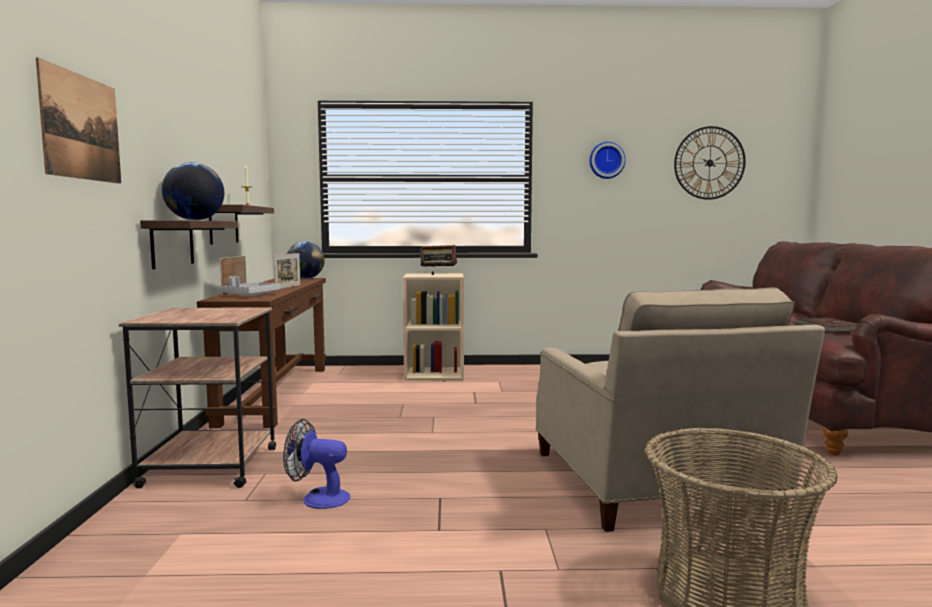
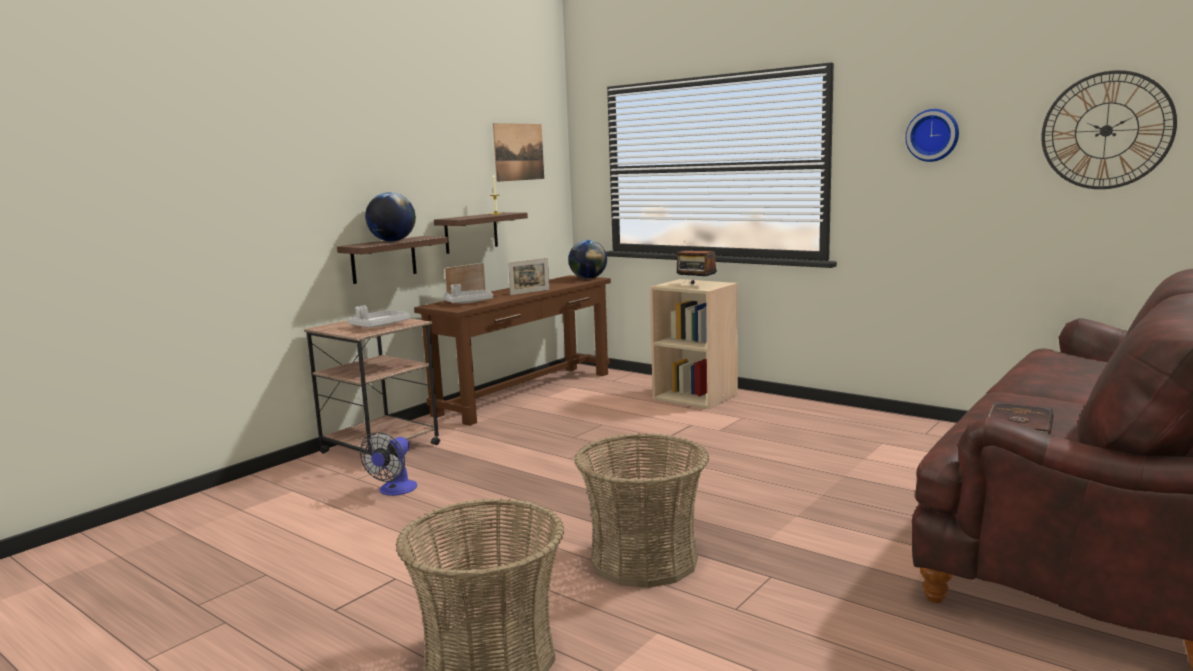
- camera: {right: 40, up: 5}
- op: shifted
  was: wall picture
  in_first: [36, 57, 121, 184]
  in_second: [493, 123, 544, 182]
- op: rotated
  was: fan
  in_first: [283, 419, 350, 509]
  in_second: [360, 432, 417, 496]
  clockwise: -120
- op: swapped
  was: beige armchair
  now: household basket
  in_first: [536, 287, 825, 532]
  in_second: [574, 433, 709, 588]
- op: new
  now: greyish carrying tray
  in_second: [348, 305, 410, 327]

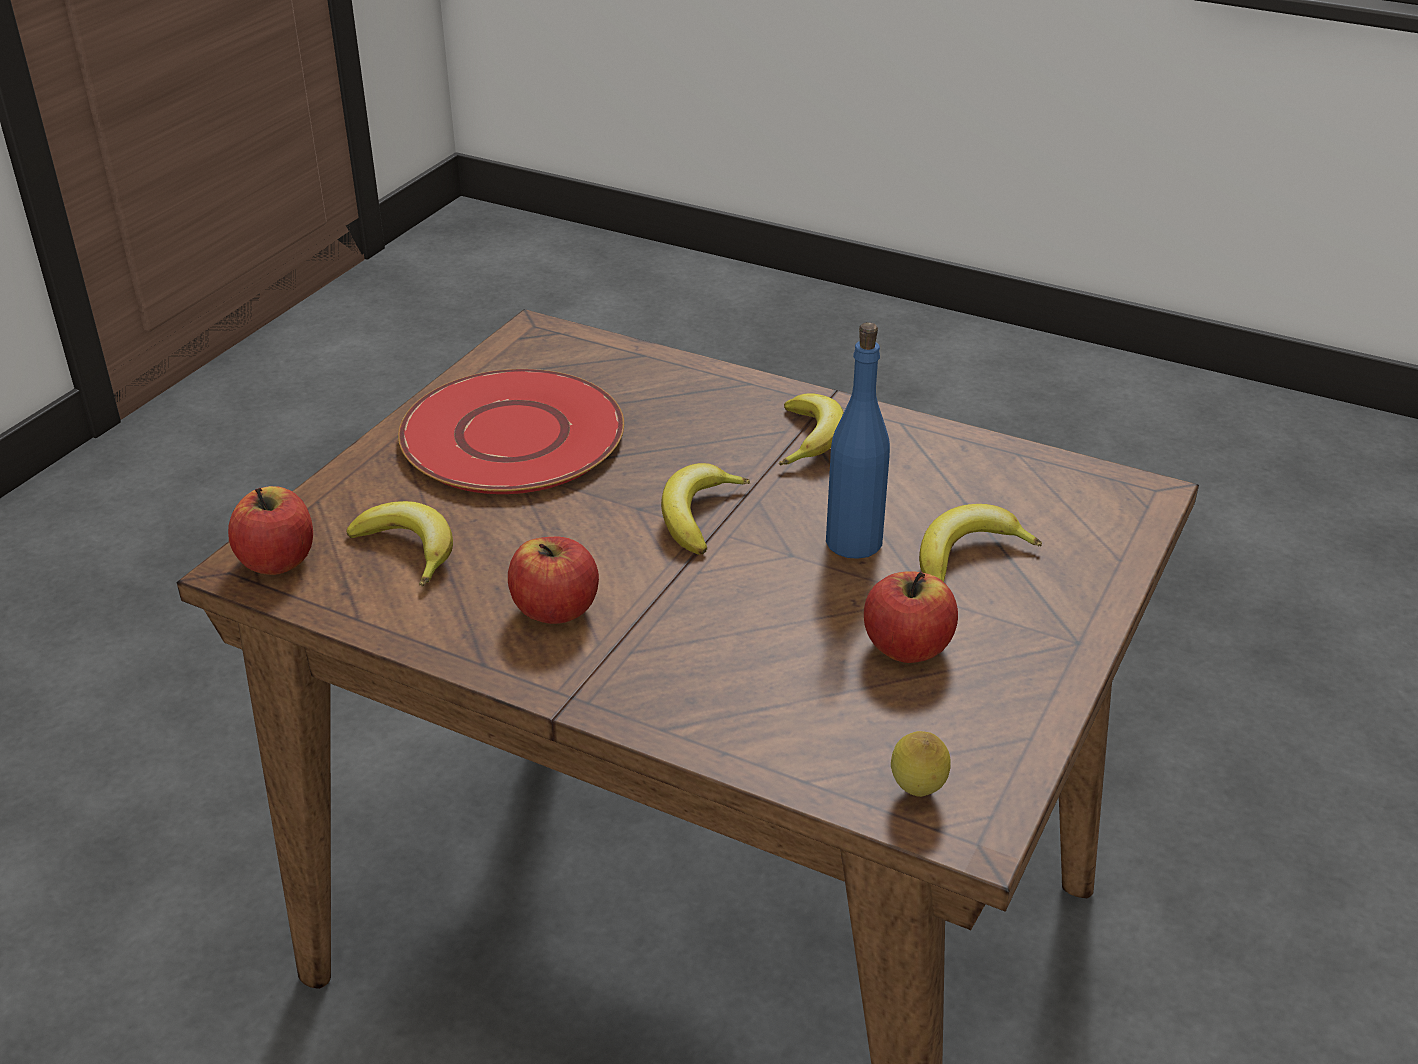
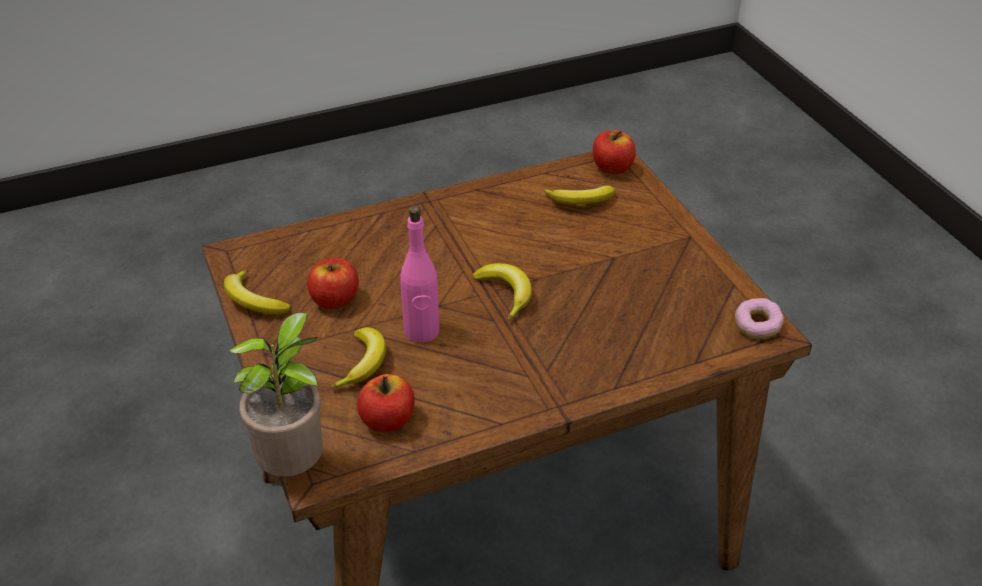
- camera: {right: 130, up: 5}
- op: gone
  was: red dinner plate
  in_first: [398, 369, 624, 494]
- op: shifted
  was: apple
  in_first: [508, 536, 599, 624]
  in_second: [357, 374, 415, 432]
- op: shifted
  was: banana fruit
  in_first: [779, 393, 844, 466]
  in_second: [224, 270, 291, 315]
- op: repainted
  was: blue-coloured bottle
  now: pink-coloured bottle
  in_first: [826, 322, 890, 559]
  in_second: [400, 205, 440, 343]
- op: gone
  was: lemon
  in_first: [891, 731, 951, 797]
- op: new
  now: potted plant
  in_second: [229, 312, 323, 477]
- op: new
  now: doughnut
  in_second: [735, 298, 784, 339]

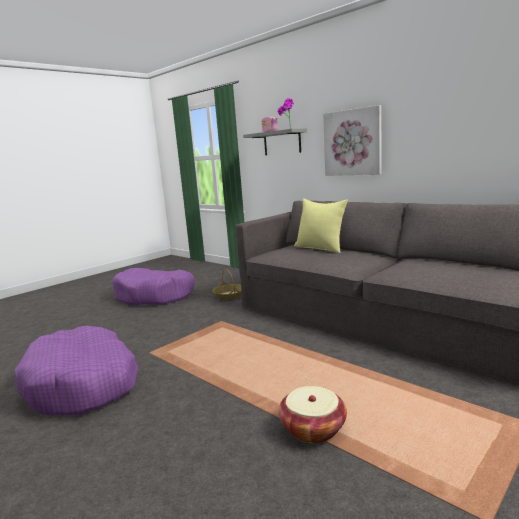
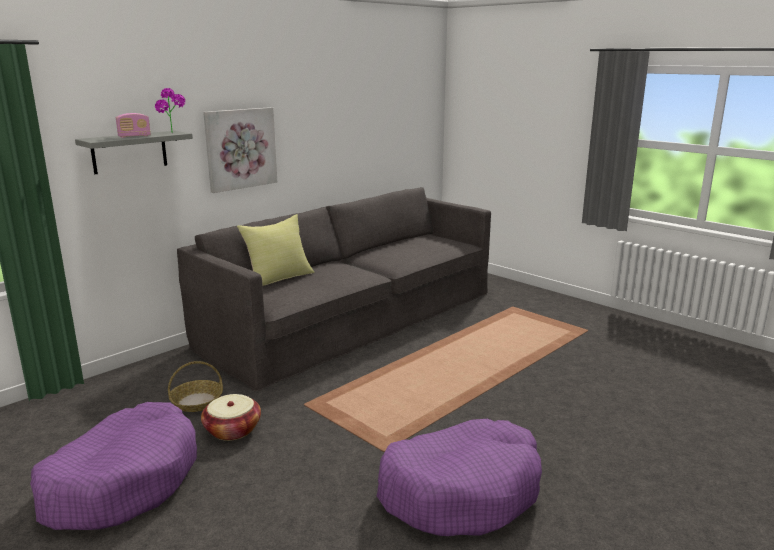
- camera: {right: -90, up: 5}
- op: shifted
  was: household basket
  in_first: [279, 386, 347, 443]
  in_second: [201, 394, 261, 441]

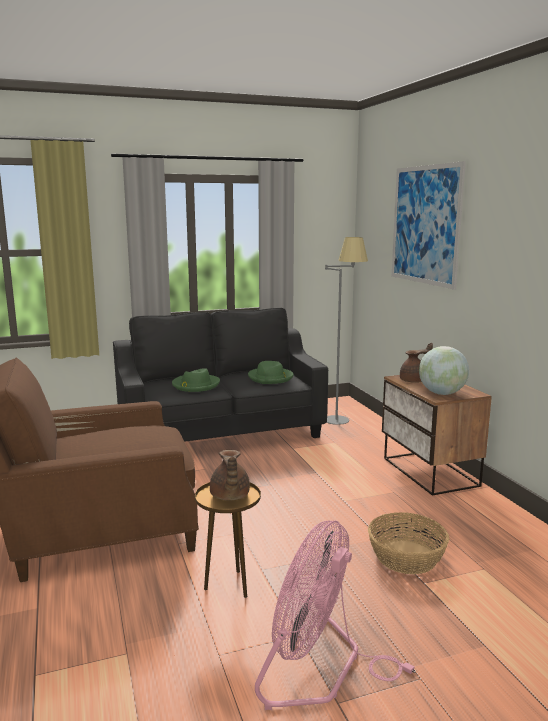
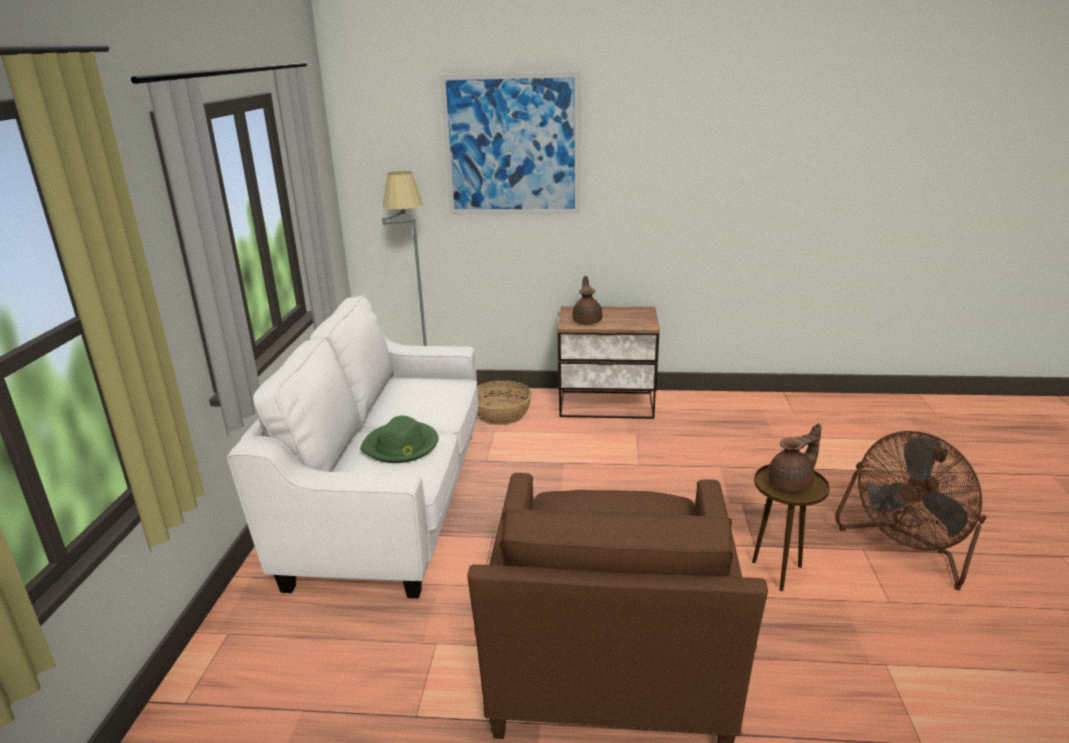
- camera: {right: -65, up: 10}
- op: repainted
  was: black couch
  now: white couch
  in_first: [113, 308, 328, 442]
  in_second: [227, 295, 479, 598]
- op: rotated
  was: brown teapot
  in_first: [210, 450, 250, 501]
  in_second: [768, 423, 822, 492]
  clockwise: -45
- op: gone
  was: green-coloured wearable hat
  in_first: [248, 361, 294, 384]
- op: repainted
  was: pink-coloured fan
  now: brown fan
  in_first: [255, 520, 416, 710]
  in_second: [835, 431, 986, 591]
- op: shifted
  was: household basket
  in_first: [368, 512, 449, 574]
  in_second: [477, 380, 532, 425]
- op: gone
  was: globe
  in_first: [419, 346, 469, 395]

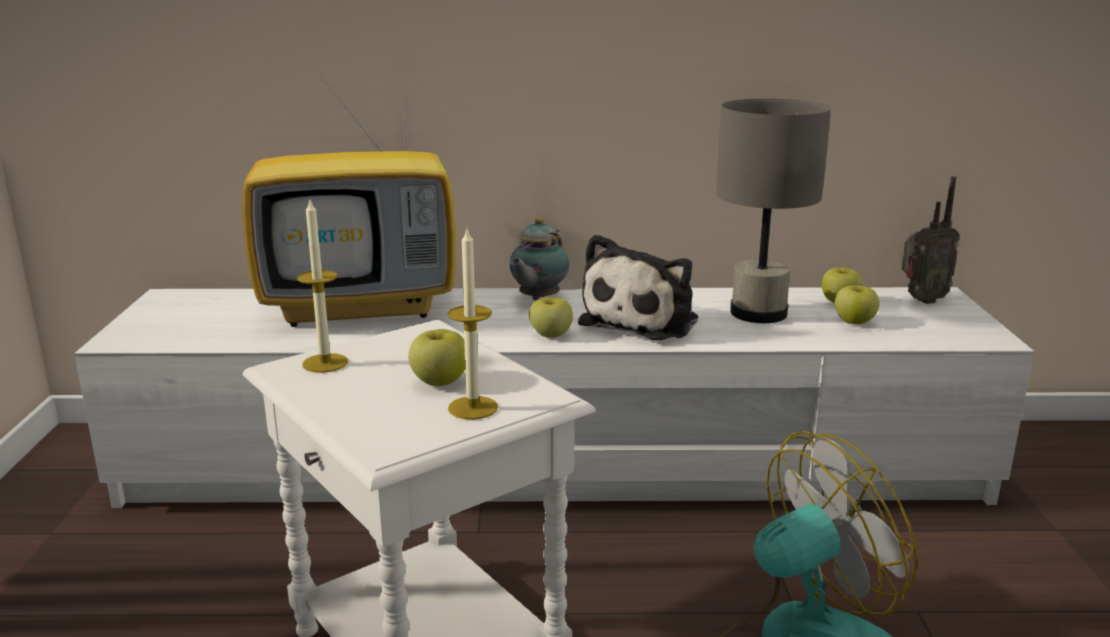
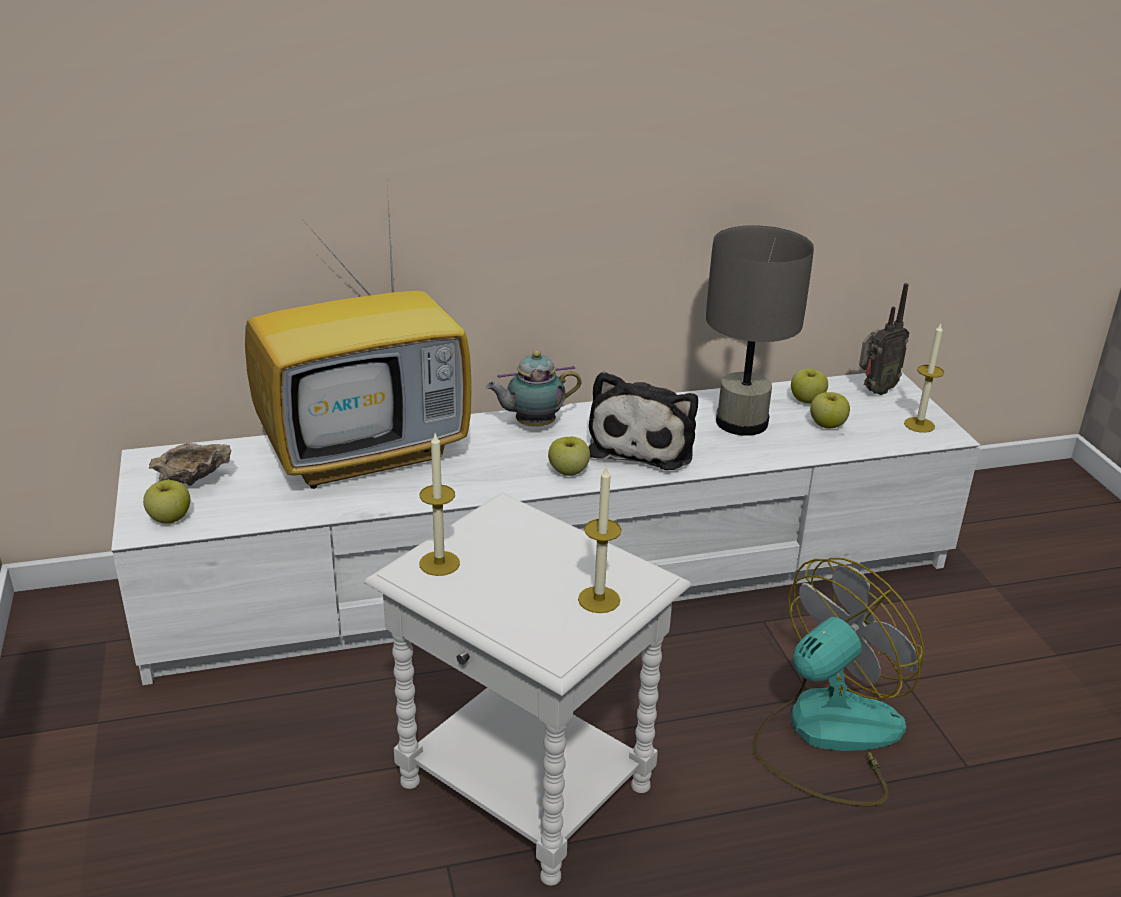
- camera: {right: -15, up: 10}
- op: shifted
  was: apple
  in_first: [408, 329, 465, 386]
  in_second: [143, 480, 190, 524]
- op: rotated
  was: teapot
  in_first: [509, 217, 569, 301]
  in_second: [486, 351, 581, 427]
  clockwise: 60
- op: new
  now: beige serving bowl
  in_second: [148, 443, 231, 486]
- op: new
  now: wax light
  in_second: [904, 323, 944, 433]

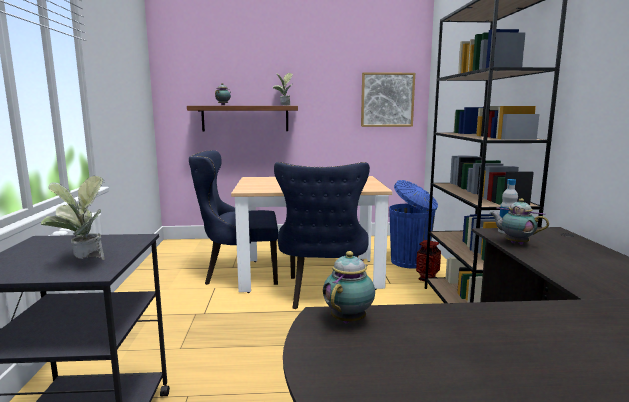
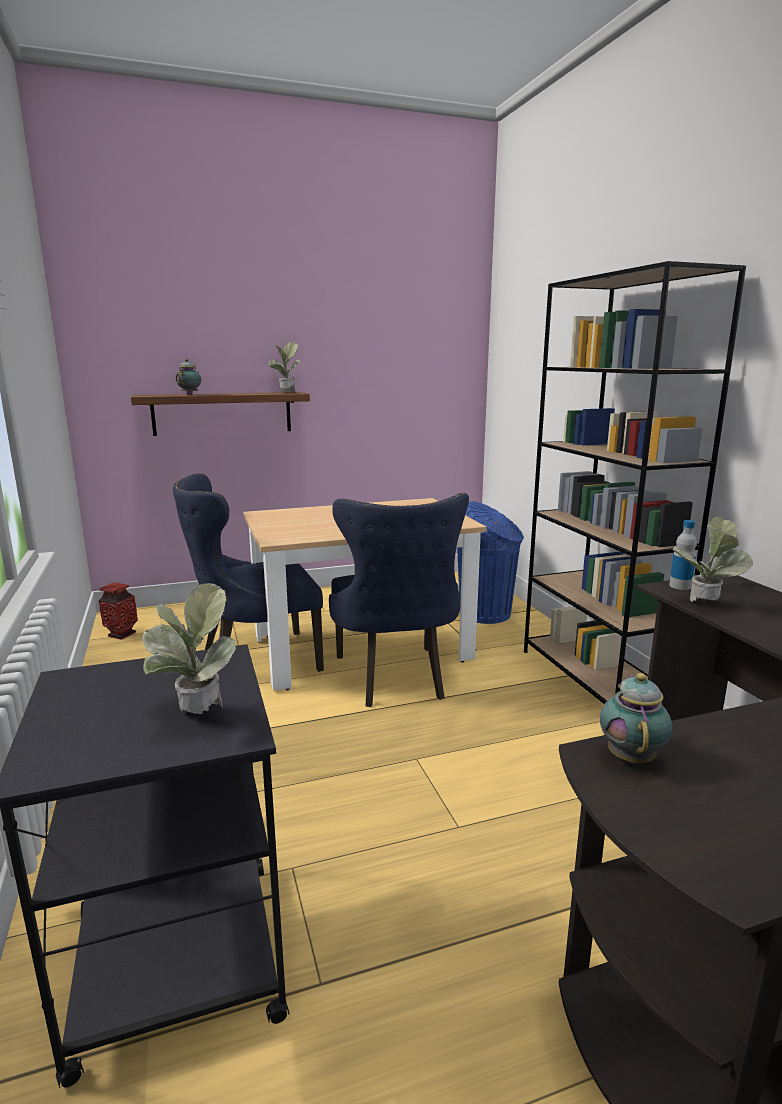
- camera: {right: -15, up: 5}
- op: gone
  was: wall picture
  in_first: [361, 72, 415, 127]
- op: shifted
  was: decorative vase
  in_first: [416, 240, 441, 281]
  in_second: [99, 582, 138, 639]
- op: swapped
  was: teapot
  now: potted plant
  in_first: [490, 199, 549, 245]
  in_second: [672, 517, 753, 602]

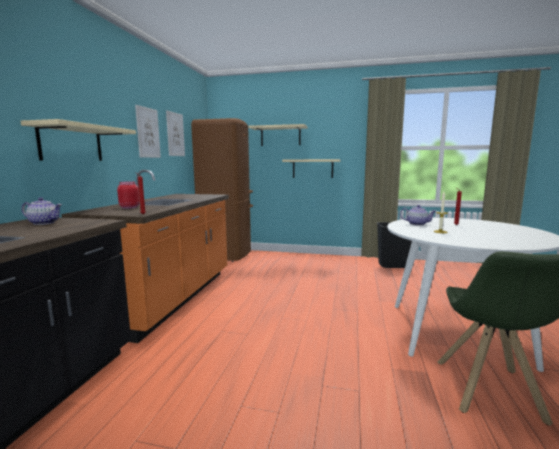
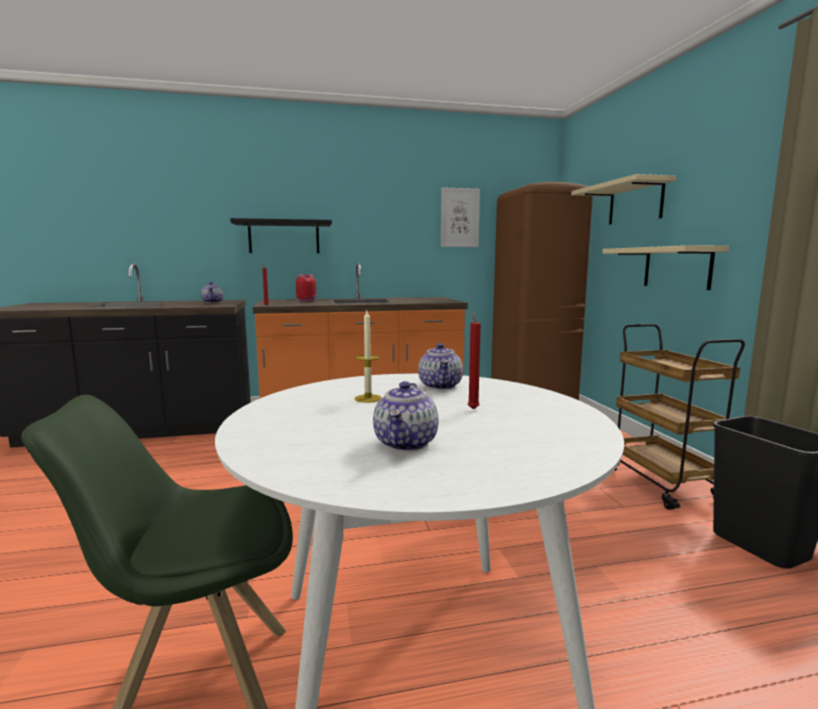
- camera: {right: 65, up: 0}
- op: repainted
  was: beige bracket shelf
  now: black bracket shelf
  in_first: [20, 119, 136, 161]
  in_second: [230, 218, 332, 253]
- op: gone
  was: wall picture
  in_first: [135, 105, 161, 158]
- op: new
  now: teapot
  in_second: [373, 381, 438, 451]
- op: new
  now: brown wheeled cart
  in_second: [614, 324, 745, 510]

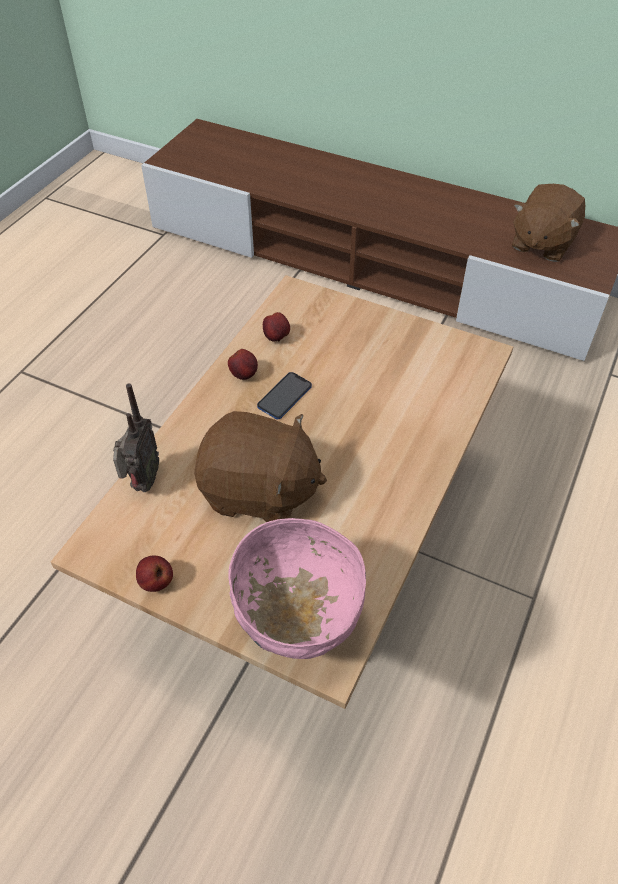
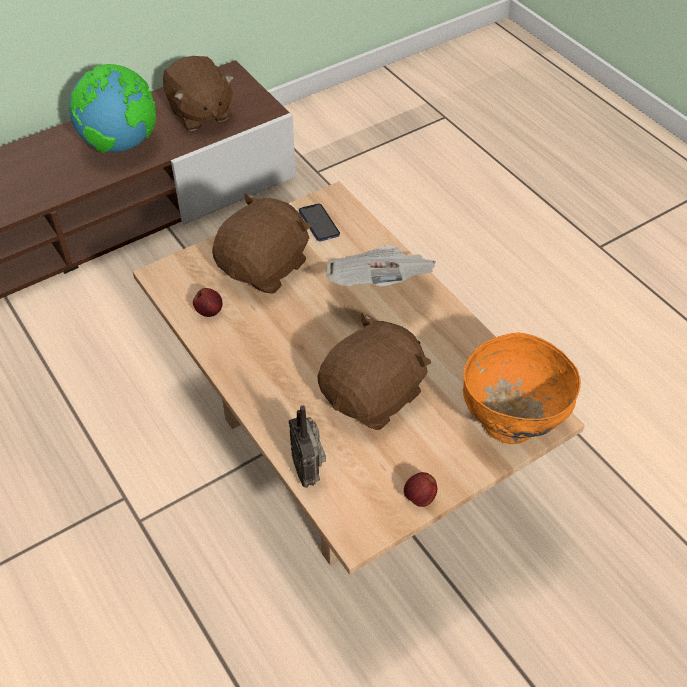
- camera: {right: -60, up: 0}
- op: rotated
  was: radio
  in_first: [113, 383, 159, 492]
  in_second: [289, 405, 326, 488]
  clockwise: -150
- op: gone
  was: apple
  in_first: [228, 349, 258, 380]
- op: repainted
  was: pink-coloured serving bowl
  now: orangey serving bowl
  in_first: [228, 518, 366, 659]
  in_second: [463, 333, 581, 444]
- op: shifted
  was: handset
  in_first: [257, 372, 312, 419]
  in_second: [299, 204, 340, 241]
- op: new
  now: globe
  in_second: [69, 64, 156, 153]
- op: new
  now: brown soft toy
  in_second: [212, 193, 311, 293]
- op: new
  now: printed paper
  in_second: [326, 245, 436, 287]

